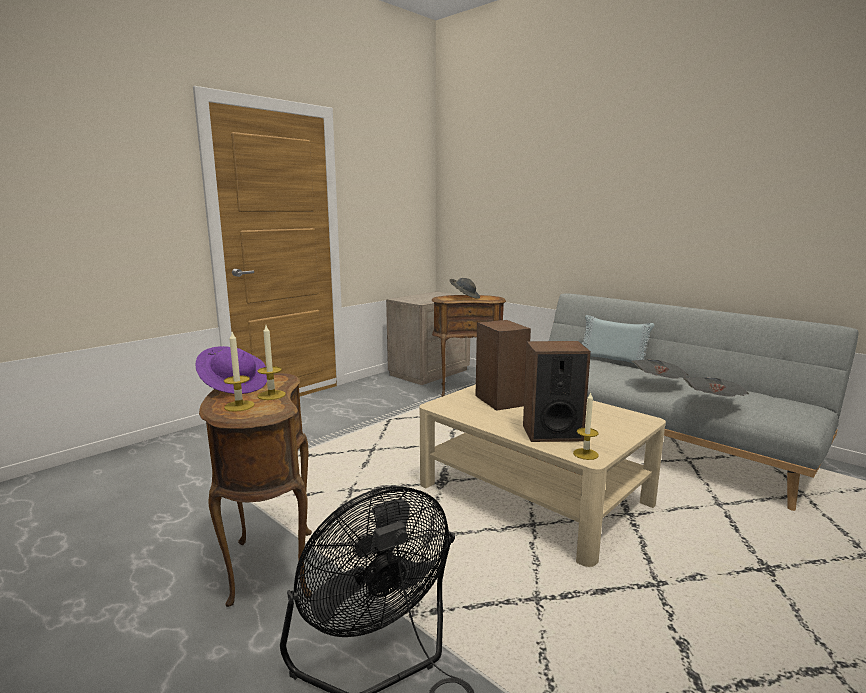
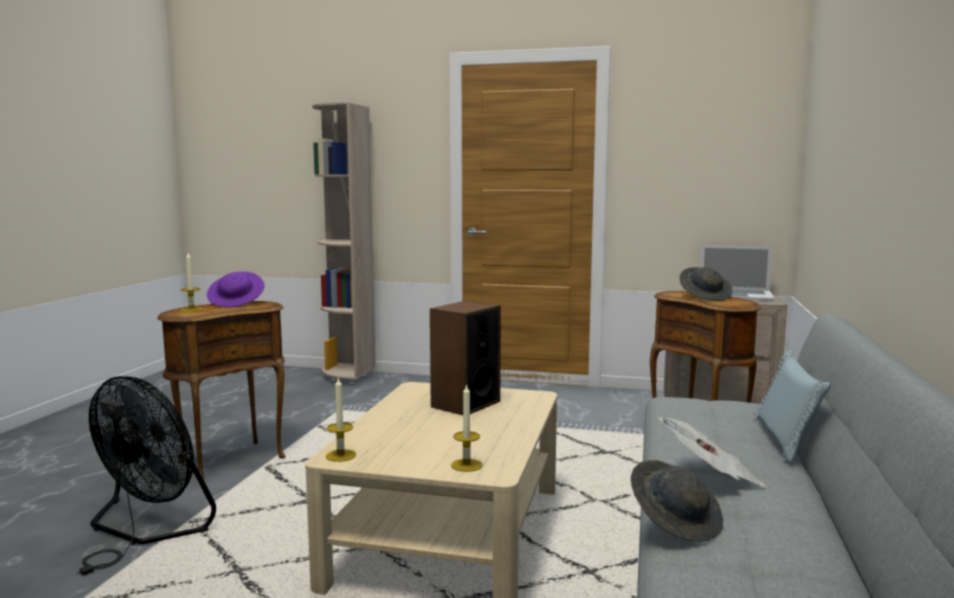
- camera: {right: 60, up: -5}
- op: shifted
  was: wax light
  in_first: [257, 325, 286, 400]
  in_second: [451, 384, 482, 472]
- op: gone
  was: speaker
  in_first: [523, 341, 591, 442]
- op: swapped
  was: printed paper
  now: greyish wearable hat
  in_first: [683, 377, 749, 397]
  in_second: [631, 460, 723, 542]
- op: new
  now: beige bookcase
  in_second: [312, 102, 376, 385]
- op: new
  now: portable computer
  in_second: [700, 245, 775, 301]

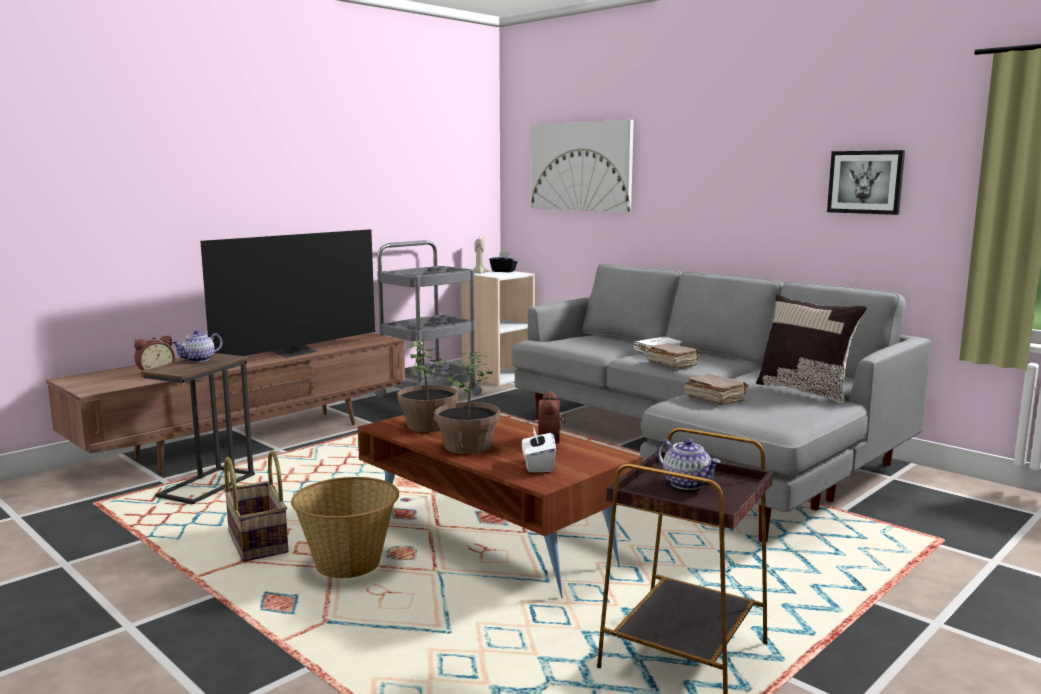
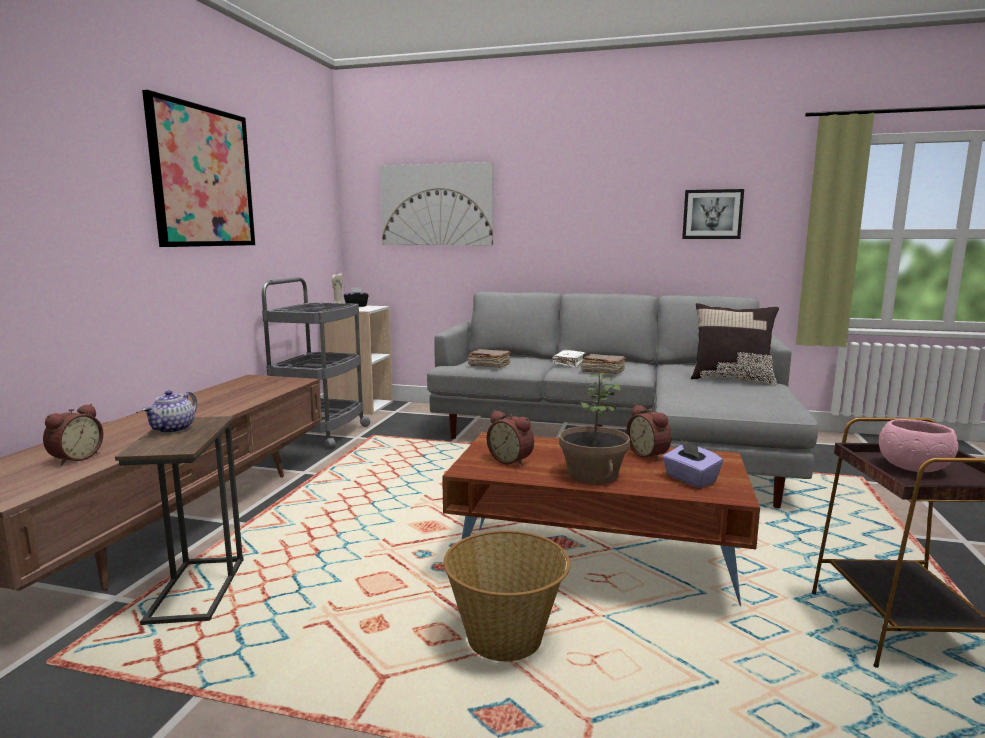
- camera: {right: -30, up: 0}
- op: gone
  was: television
  in_first: [200, 229, 375, 358]
- op: gone
  was: household basket
  in_first: [224, 450, 288, 562]
- op: swapped
  was: potted plant
  now: bedside clock
  in_first: [397, 339, 458, 432]
  in_second: [487, 411, 534, 466]
- op: repainted
  was: white tissue box
  now: purple-coloured tissue box
  in_first: [522, 425, 556, 472]
  in_second: [663, 440, 723, 488]
- op: swapped
  was: teapot
  now: pink-coloured serving bowl
  in_first: [657, 439, 720, 490]
  in_second: [879, 419, 958, 472]
- op: shifted
  was: brown volume
  in_first: [684, 374, 748, 405]
  in_second: [468, 349, 511, 368]
- op: new
  now: wall picture
  in_second: [142, 90, 255, 247]

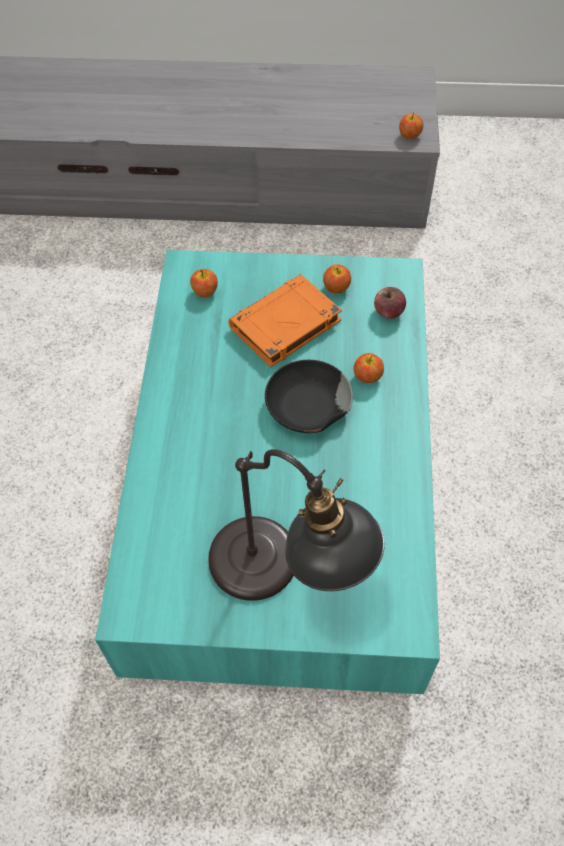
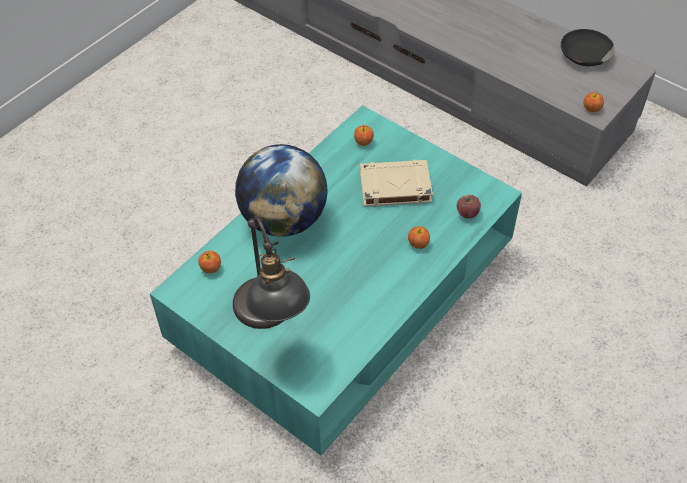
- camera: {right: 35, up: -5}
- op: repainted
  was: orangey volume
  now: beige volume
  in_first: [228, 274, 342, 367]
  in_second: [360, 160, 433, 207]
- op: shifted
  was: black serving bowl
  in_first: [265, 360, 353, 433]
  in_second: [561, 29, 615, 66]
- op: shifted
  was: apple
  in_first: [323, 264, 351, 293]
  in_second: [198, 251, 221, 273]
- op: new
  now: globe
  in_second: [235, 144, 328, 237]

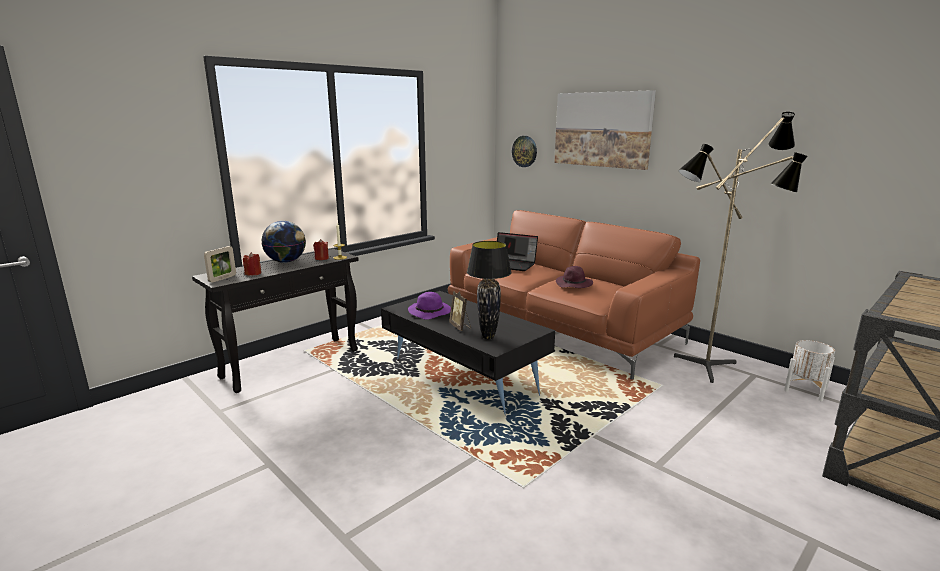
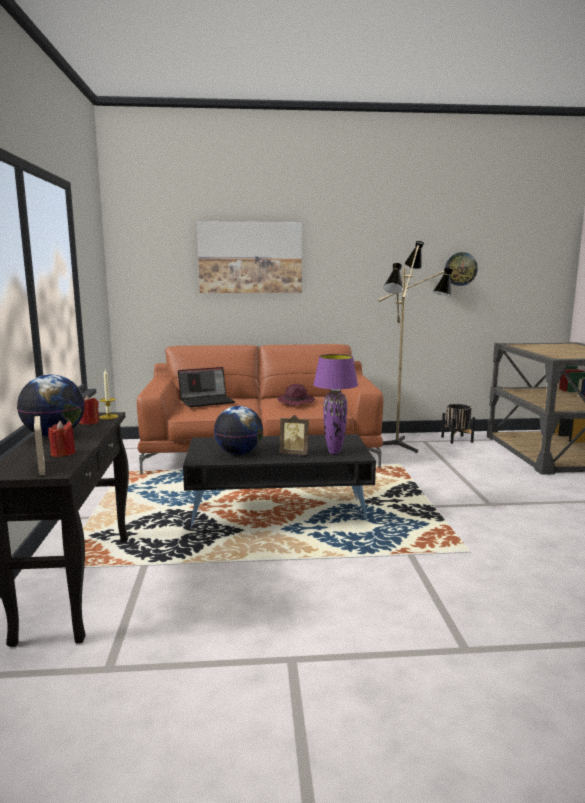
- camera: {right: -50, up: -5}
- op: swapped
  was: purple-coloured wearable hat
  now: globe
  in_first: [408, 292, 451, 320]
  in_second: [214, 406, 263, 455]
- op: repainted
  was: black table lamp
  now: purple-coloured table lamp
  in_first: [467, 241, 512, 340]
  in_second: [313, 354, 358, 454]
- op: shifted
  was: hanging clock
  in_first: [512, 136, 537, 167]
  in_second: [445, 252, 478, 286]
- op: repainted
  was: white flower pot
  now: black flower pot
  in_first: [784, 340, 835, 401]
  in_second: [441, 404, 475, 444]

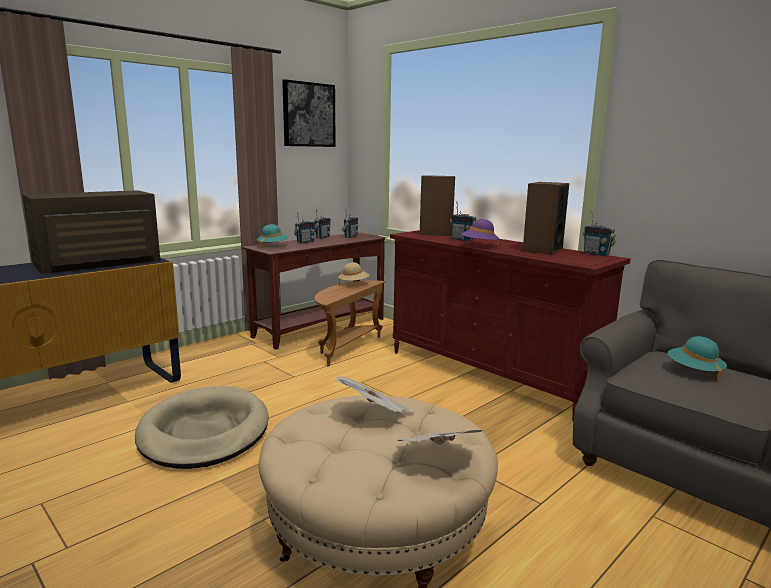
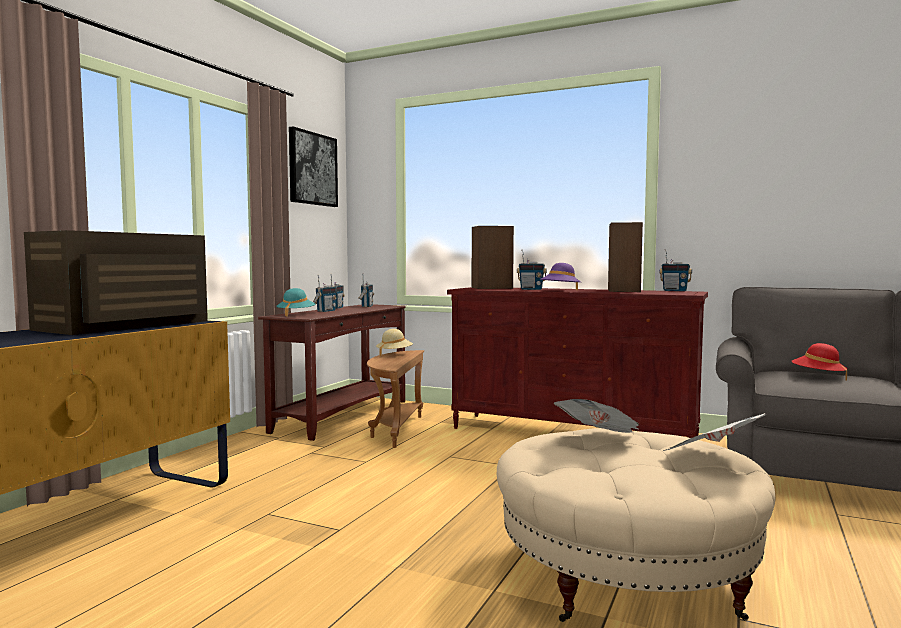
- camera: {right: -20, up: -10}
- op: gone
  was: beige dog bed
  in_first: [135, 386, 268, 469]
- op: repainted
  was: blue-green wearable hat
  now: red wearable hat
  in_first: [667, 336, 727, 382]
  in_second: [792, 343, 847, 381]

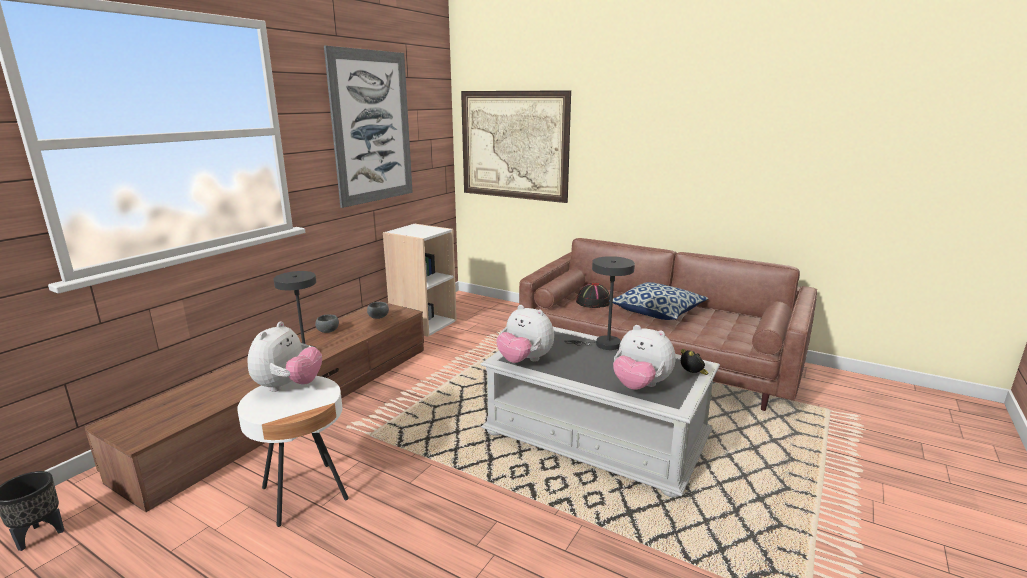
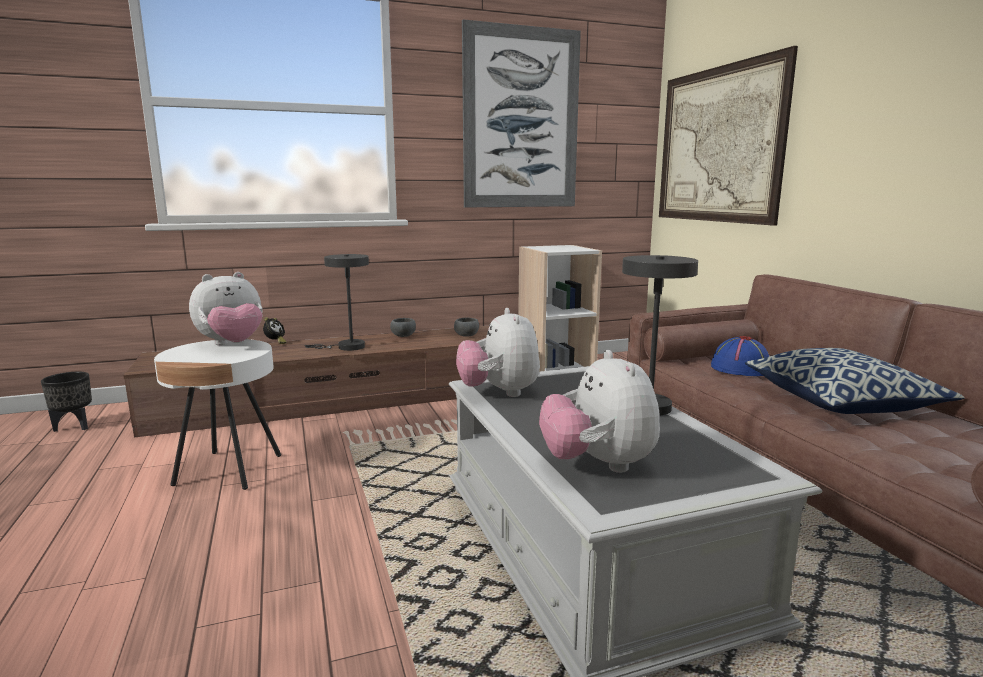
- camera: {right: 40, up: -5}
- op: repainted
  was: black wearable hat
  now: blue-coloured wearable hat
  in_first: [576, 283, 610, 308]
  in_second: [711, 336, 769, 376]
- op: shifted
  was: bedside clock
  in_first: [681, 349, 709, 375]
  in_second: [263, 317, 287, 344]

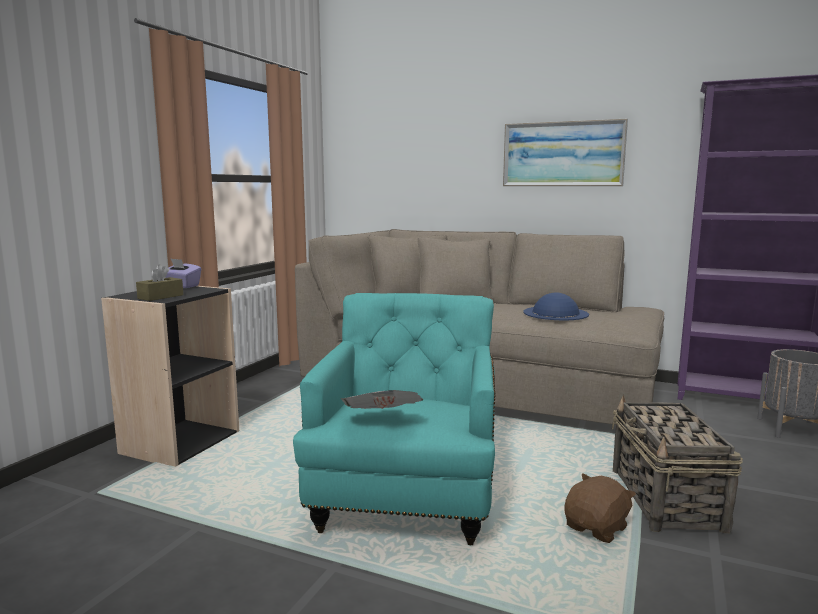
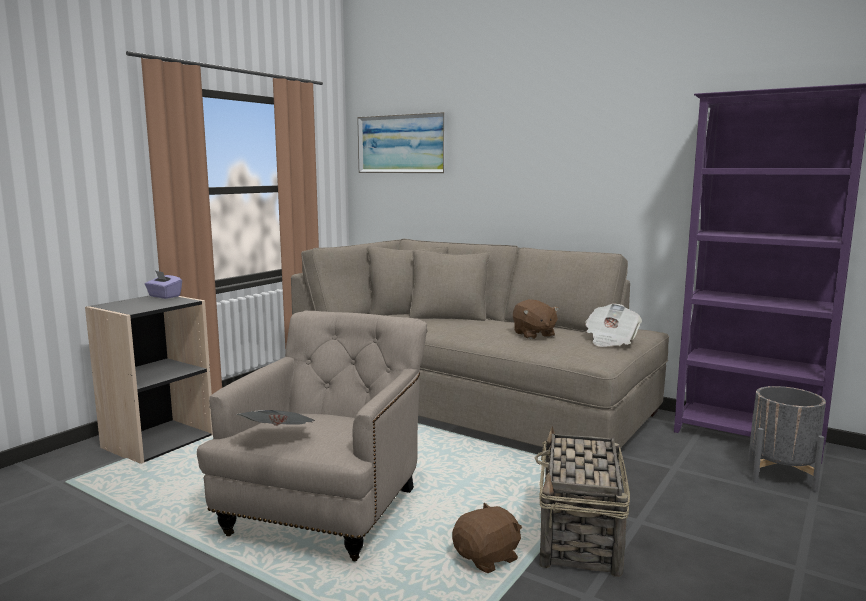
- camera: {right: 10, up: 0}
- op: gone
  was: brown tissue box
  in_first: [136, 264, 183, 301]
- op: repainted
  was: blue-green armchair
  now: beige armchair
  in_first: [293, 293, 495, 545]
  in_second: [197, 310, 427, 561]
- op: shifted
  was: wall picture
  in_first: [503, 119, 628, 186]
  in_second: [357, 112, 447, 173]
- op: swapped
  was: blue-coloured wearable hat
  now: brown soft toy
  in_first: [523, 292, 589, 320]
  in_second: [513, 299, 559, 339]
- op: new
  now: printed paper
  in_second: [585, 303, 642, 347]

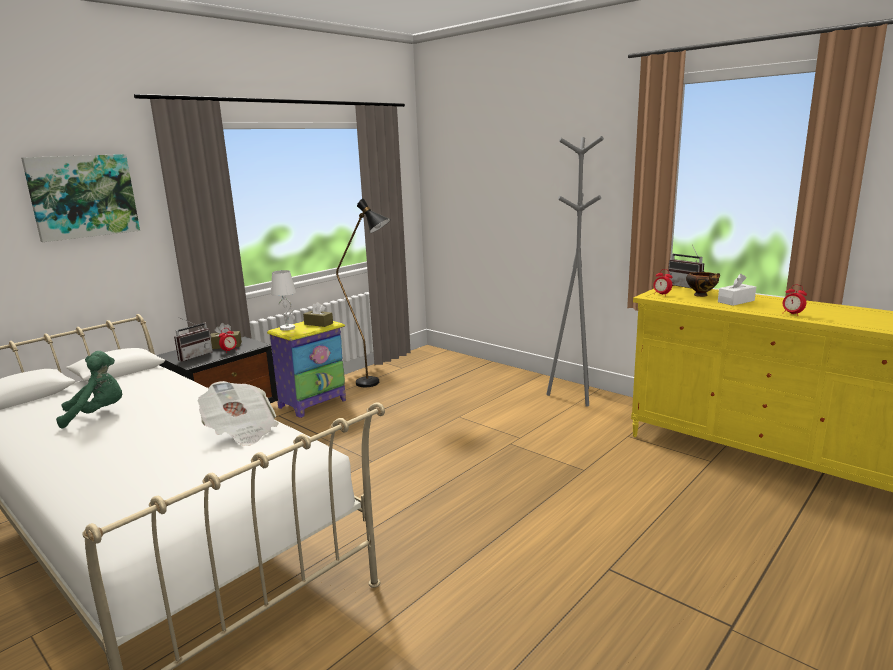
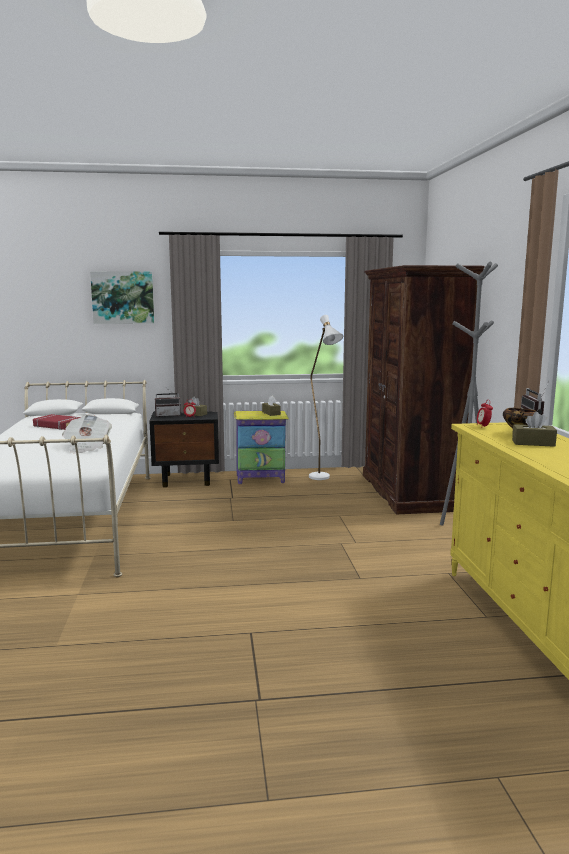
- camera: {right: 40, up: -5}
- op: swapped
  was: green-coloured soft toy
  now: red volume
  in_first: [56, 351, 122, 428]
  in_second: [33, 414, 81, 430]
- op: gone
  was: white table lamp
  in_first: [271, 270, 296, 331]
- op: repainted
  was: black standard lamp
  now: white standard lamp
  in_first: [336, 198, 391, 387]
  in_second: [309, 315, 344, 480]
- op: repainted
  was: white tissue box
  now: brown tissue box
  in_first: [718, 273, 756, 306]
  in_second: [512, 412, 557, 447]
- op: gone
  was: bedside clock
  in_first: [783, 285, 807, 315]
- op: new
  now: brown wardrobe
  in_second: [363, 265, 485, 515]

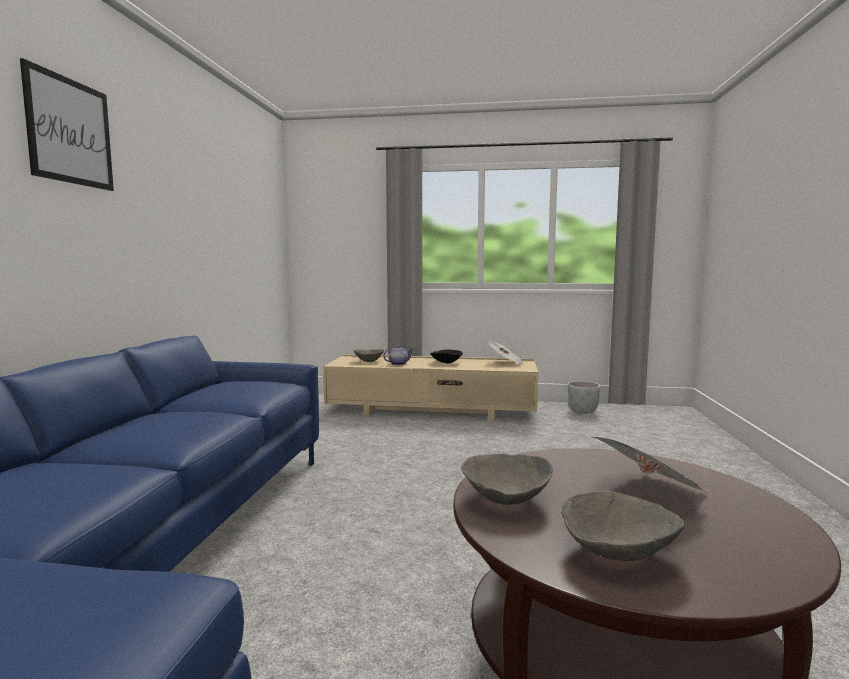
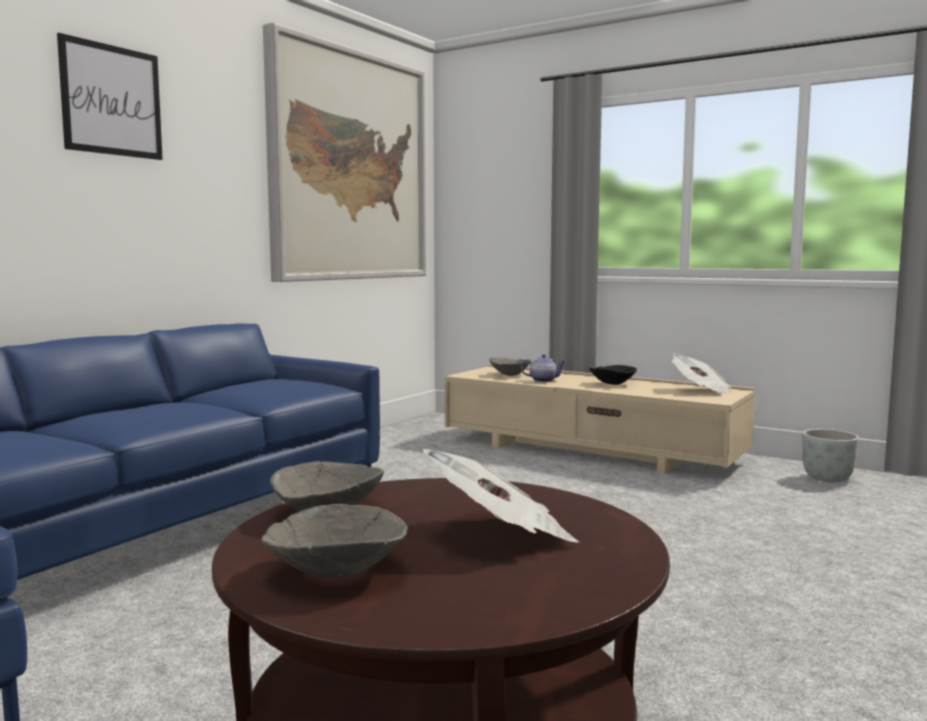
- camera: {right: 25, up: 0}
- op: new
  now: wall picture
  in_second: [263, 22, 426, 282]

